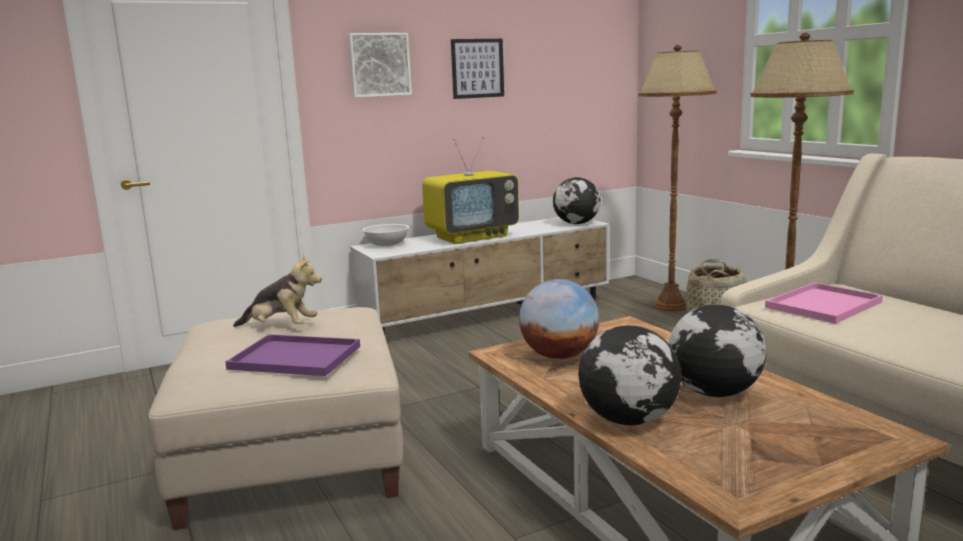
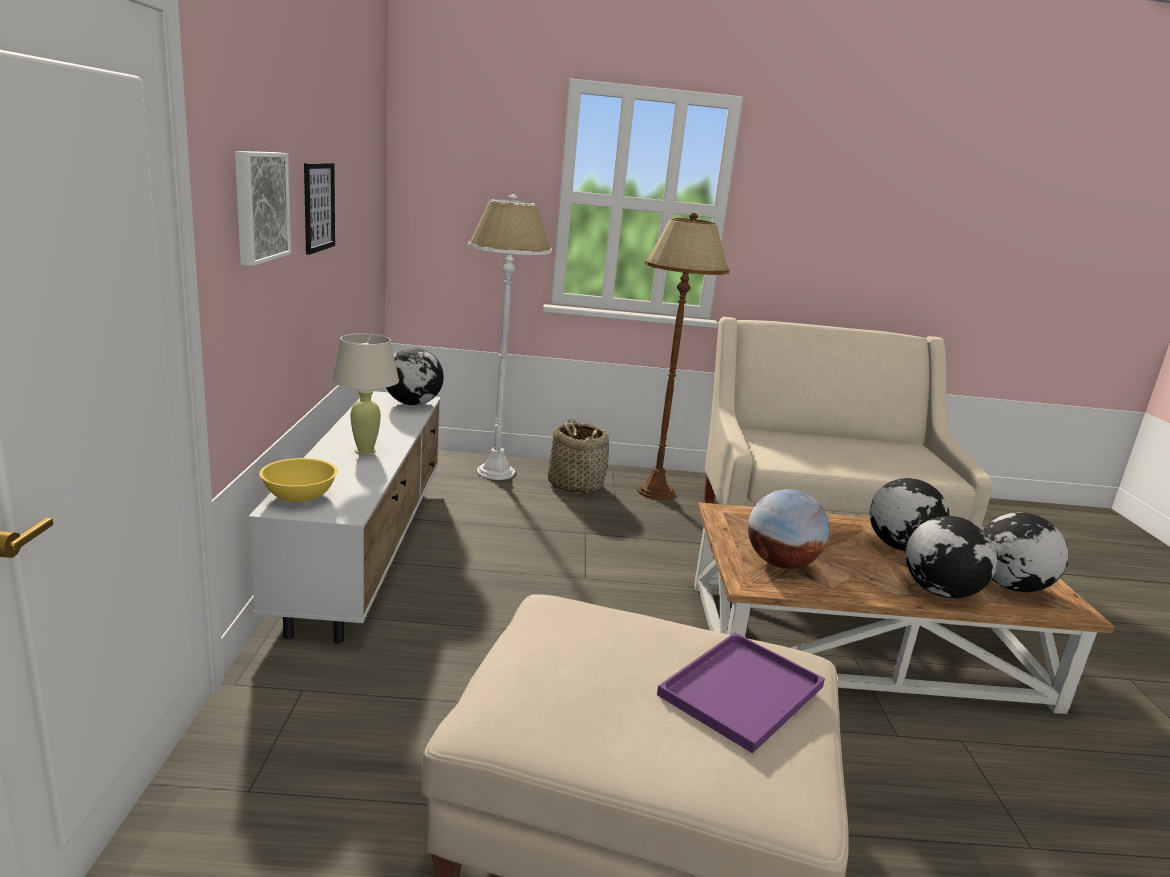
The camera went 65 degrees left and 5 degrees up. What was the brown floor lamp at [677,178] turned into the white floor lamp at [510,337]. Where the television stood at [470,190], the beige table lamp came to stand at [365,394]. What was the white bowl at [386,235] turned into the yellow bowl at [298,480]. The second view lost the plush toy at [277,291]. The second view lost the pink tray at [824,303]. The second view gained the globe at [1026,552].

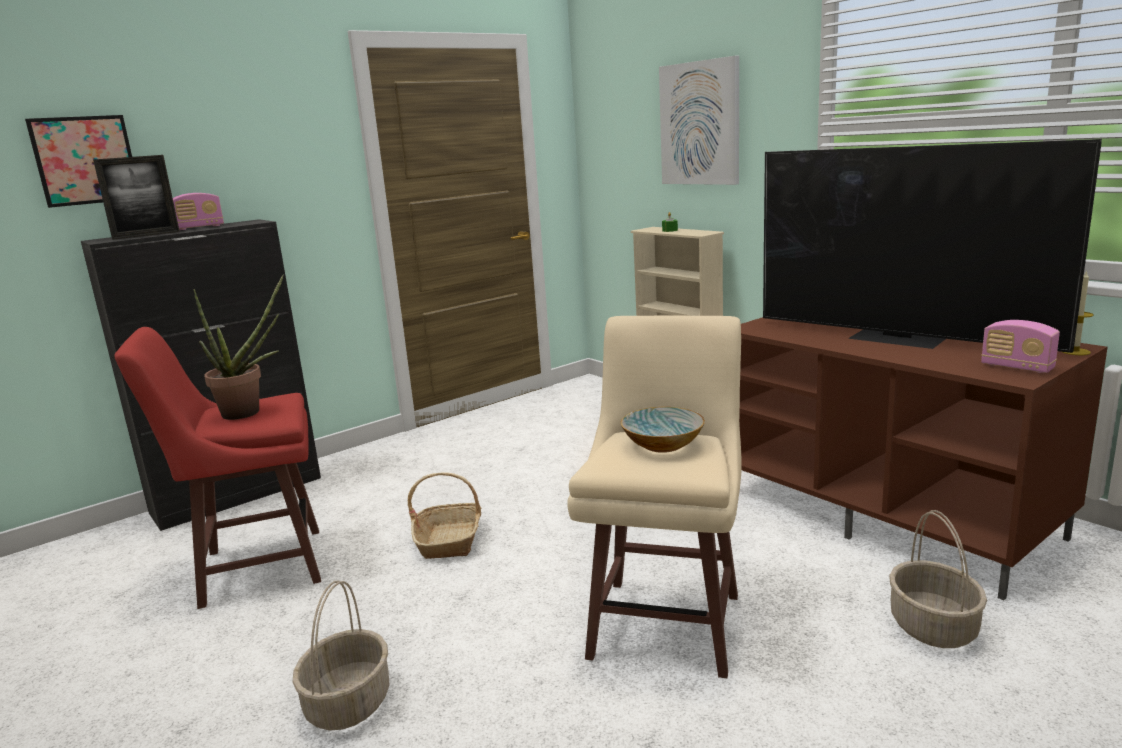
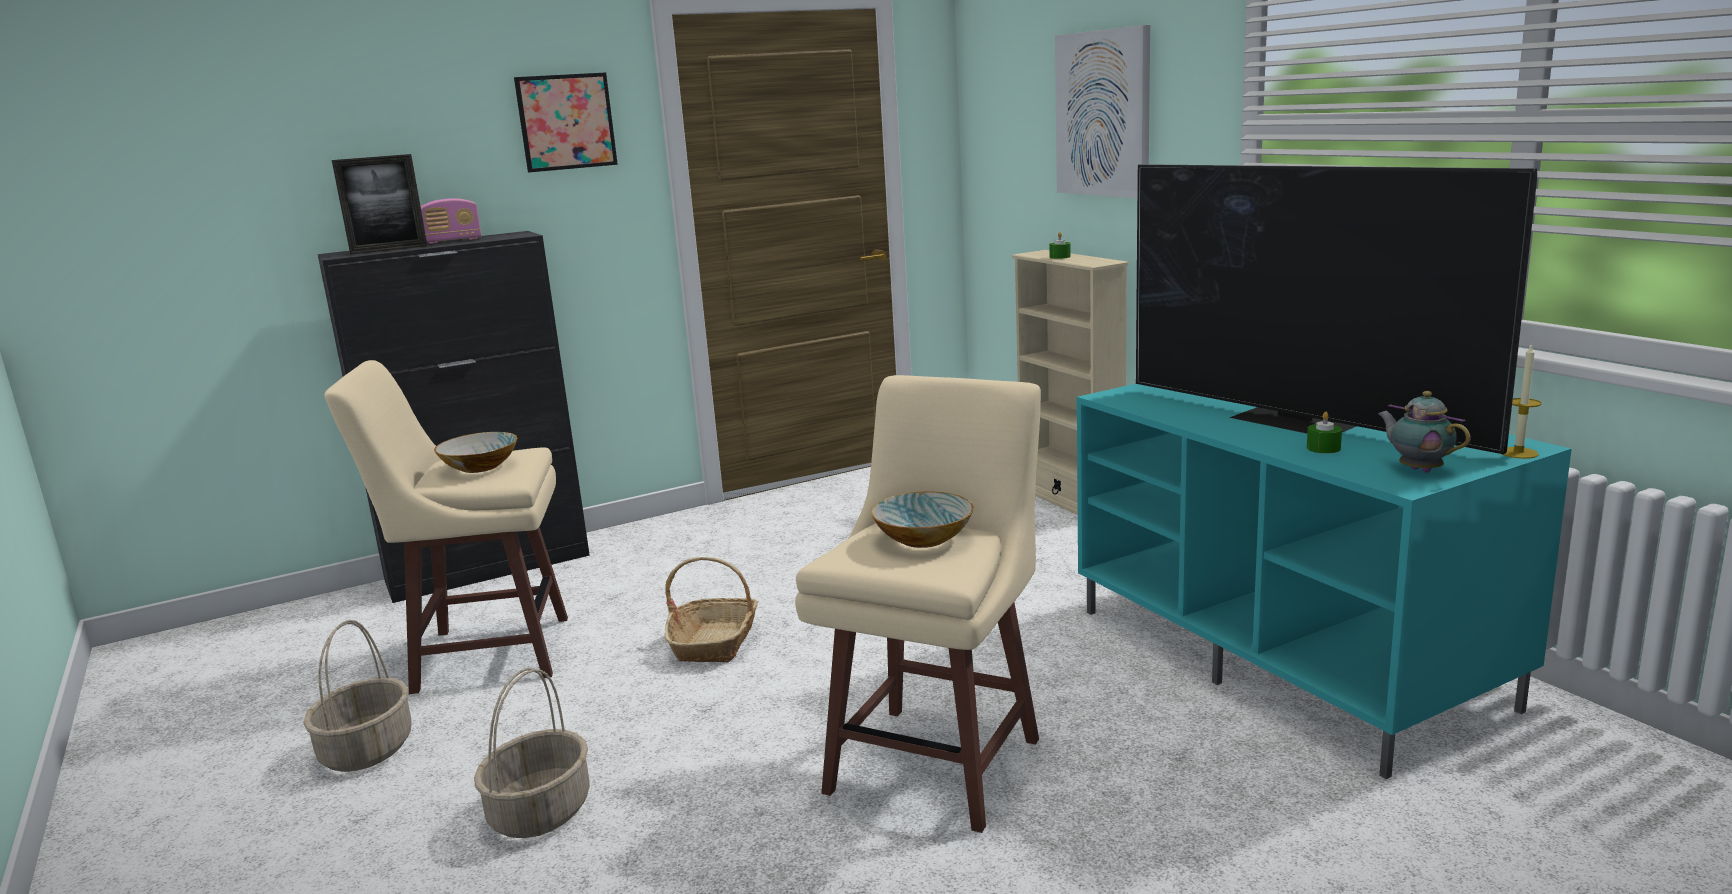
The camera went 10 degrees right and 0 degrees up. The picture ended up elsewhere, having gone from [78,161] to [566,122]. Where the potted plant stood at [238,347], the bowl came to stand at [475,452]. What was the brown tv stand at [923,458] turned into the turquoise tv stand at [1324,581]. Where the radio stood at [1020,346], the teapot came to stand at [1424,432]. What was the red stool at [217,468] turned into the beige stool at [446,527]. The basket ended up elsewhere, having gone from [938,579] to [358,696]. The second view gained the green candle at [1324,432].

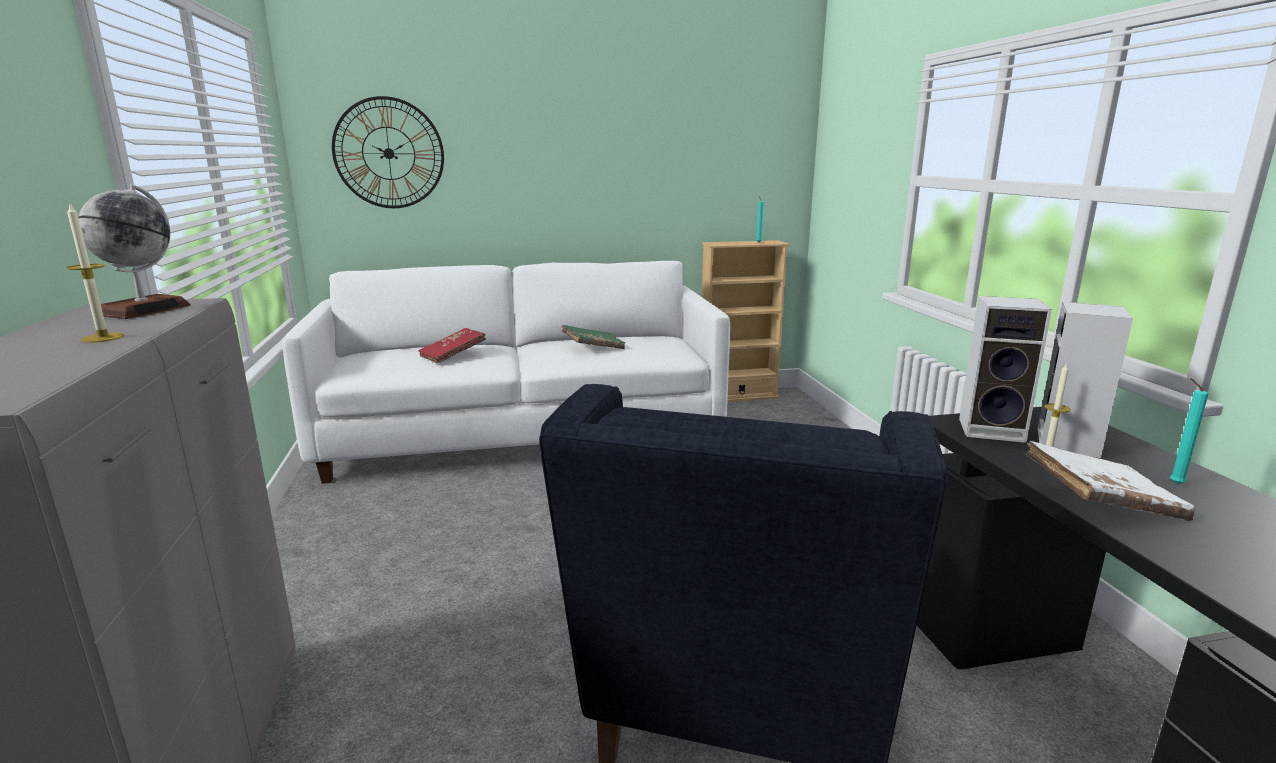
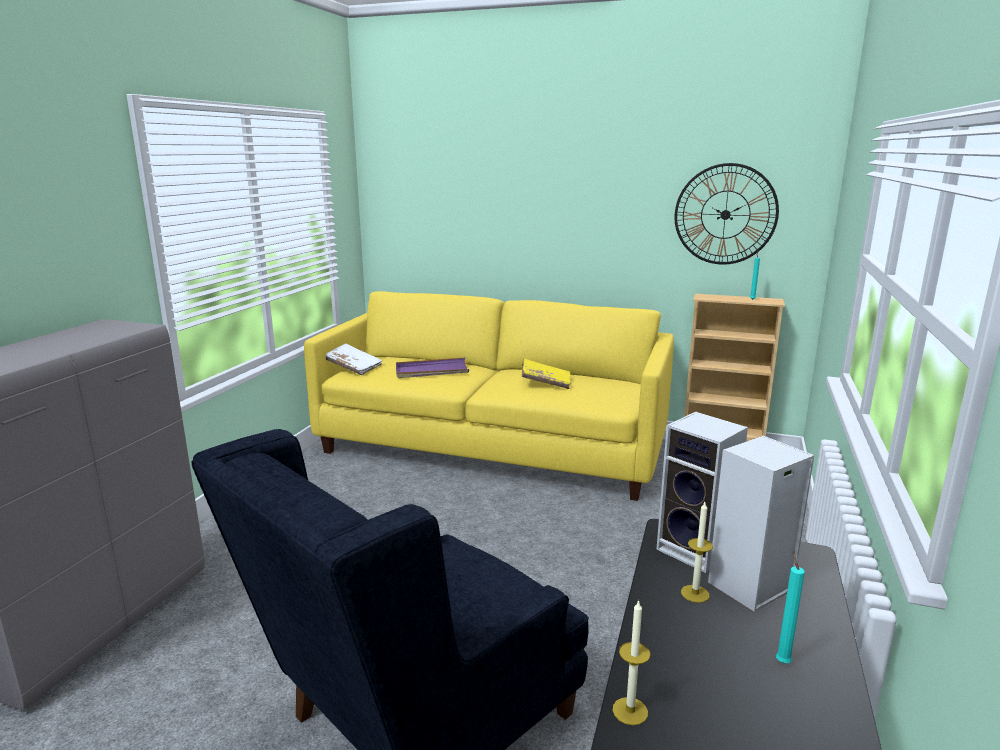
The camera went 30 degrees right and 0 degrees up. The wall clock ended up elsewhere, having gone from [388,152] to [727,214]. The second view lost the globe at [134,252]. The candle ended up elsewhere, having gone from [95,272] to [631,662]. What was the white sofa at [506,372] turned into the yellow sofa at [489,396]. What was the green book at [593,337] turned into the yellow book at [546,373]. Where the red book stood at [452,346], the purple tray came to stand at [432,367]. The white book ended up elsewhere, having gone from [1110,481] to [354,359].

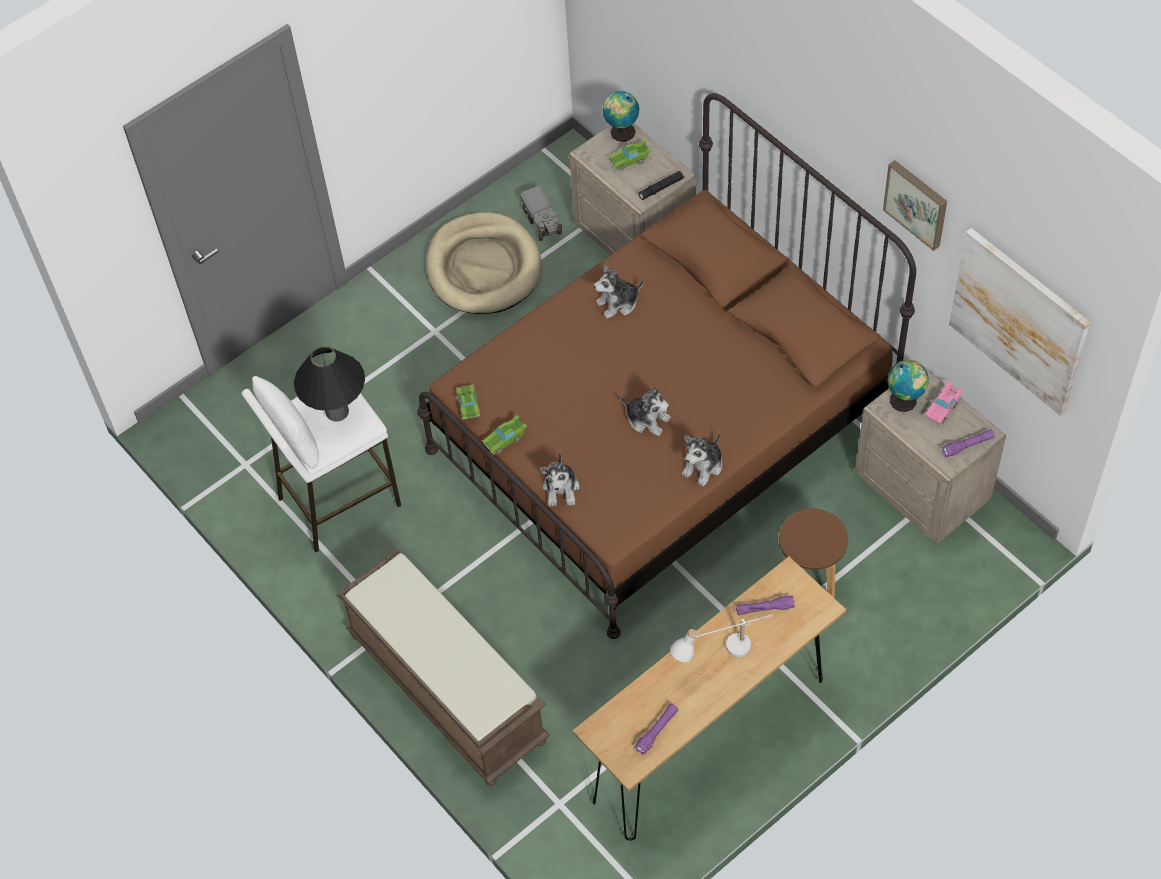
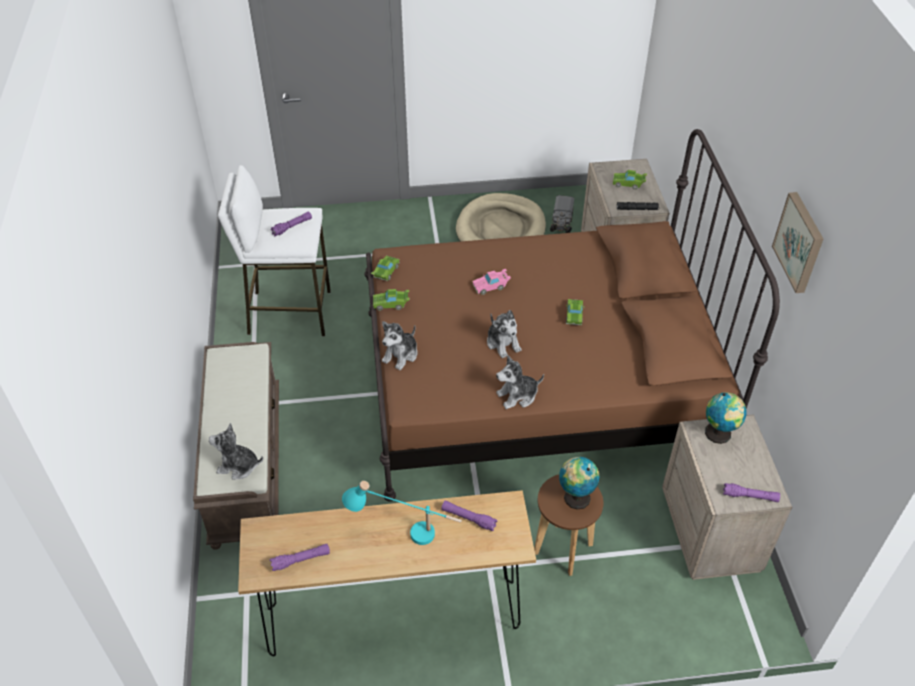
The camera went 30 degrees right and 10 degrees down. The globe ended up elsewhere, having gone from [620,116] to [579,483]. The second view lost the picture at [1019,322]. The plush toy ended up elsewhere, having gone from [619,291] to [236,451]. Where the black table lamp stood at [329,384], the purple flashlight came to stand at [291,223]. The pink toy car ended up elsewhere, having gone from [944,403] to [491,282]. What was the white table lamp at [722,637] turned into the turquoise table lamp at [402,513]. The second view gained the green toy car at [575,312].

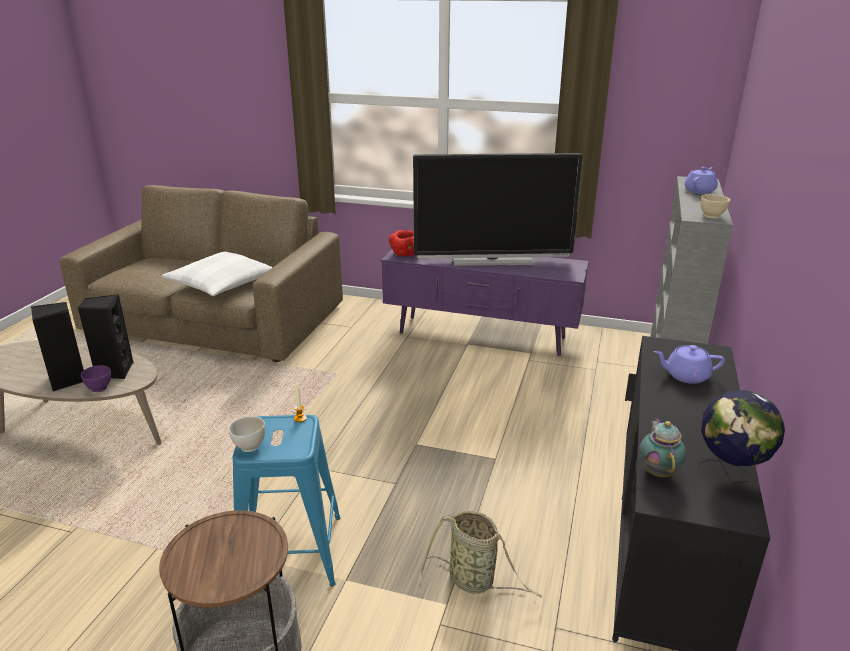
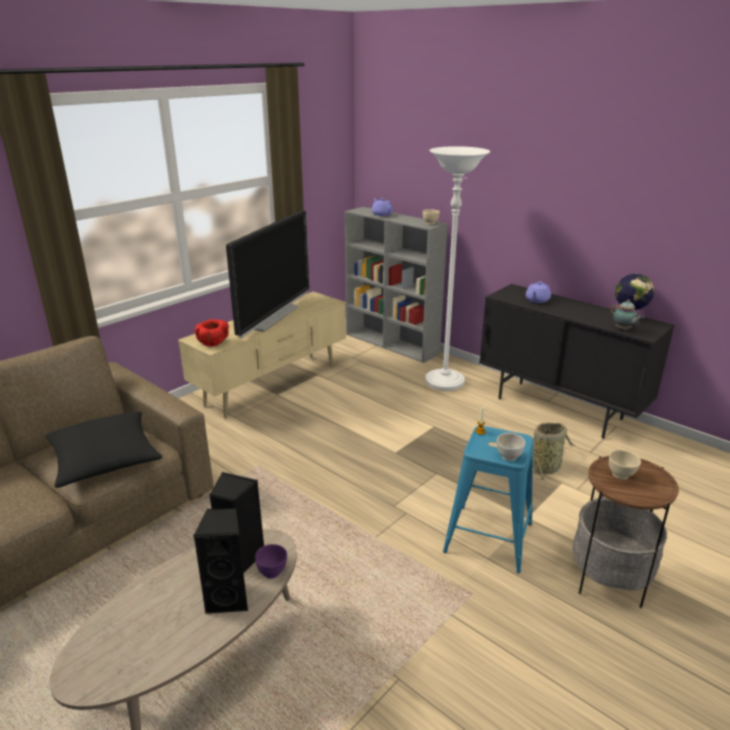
The camera went 65 degrees left and 0 degrees up. What was the purple tv stand at [485,302] turned into the beige tv stand at [262,355]. What was the white pillow at [217,274] turned into the black pillow at [104,450]. The teapot at [662,448] ended up facing another way, 150 degrees counterclockwise from before. The second view gained the white floor lamp at [457,268]. The second view gained the beige bowl at [625,465].

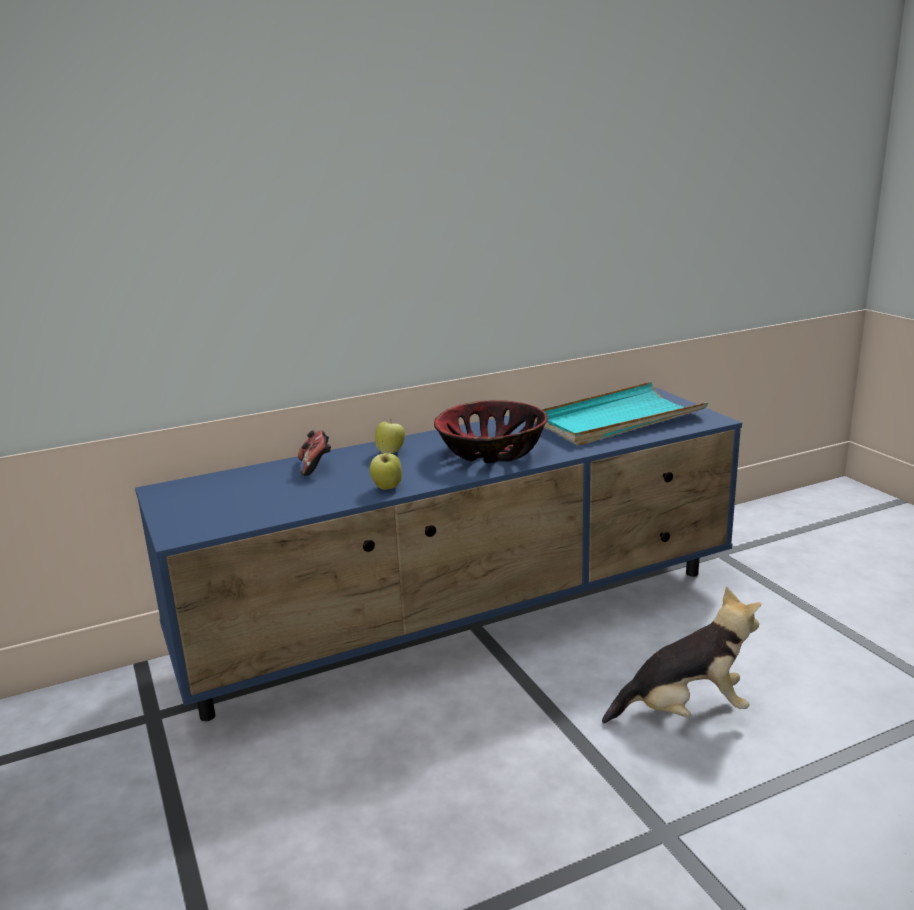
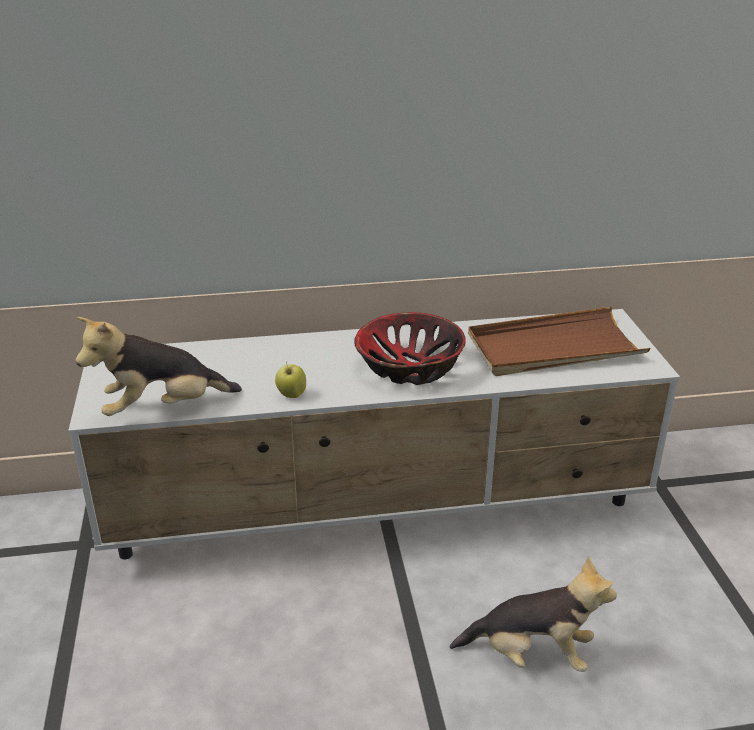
The camera went 15 degrees right and 10 degrees up. What was the turquoise tray at [621,413] turned into the brown tray at [559,341]. What was the blue tv stand at [438,554] turned into the white tv stand at [374,434]. The second view lost the apple at [390,436]. The second view lost the game controller at [314,453]. The second view gained the plush toy at [159,366].

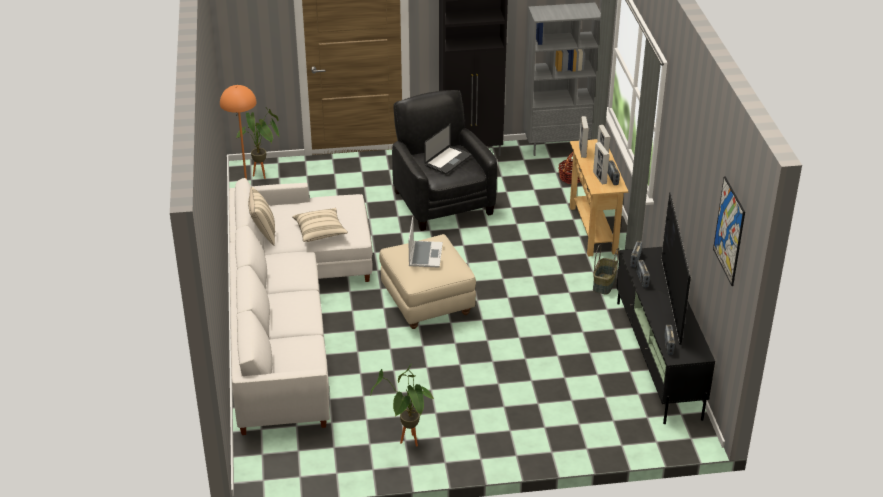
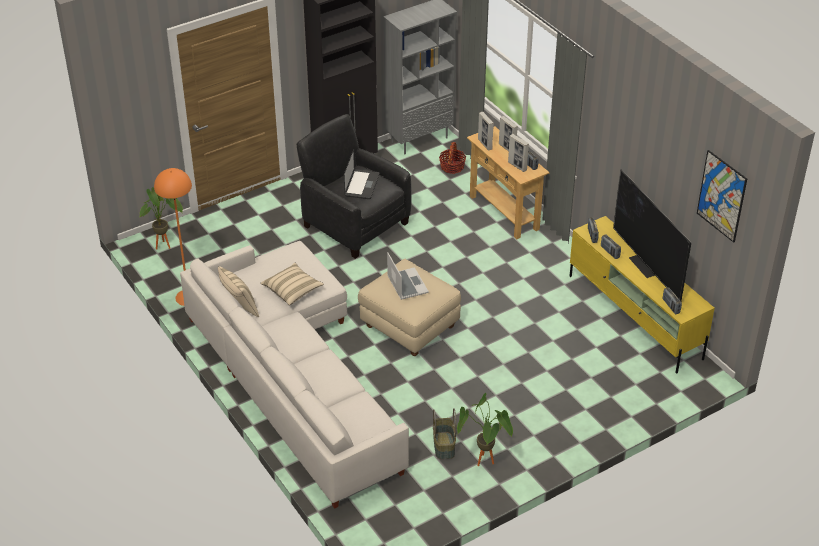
The camera went 25 degrees left and 5 degrees up. The basket ended up elsewhere, having gone from [606,269] to [444,433]. What was the black tv stand at [665,335] turned into the yellow tv stand at [642,295].

